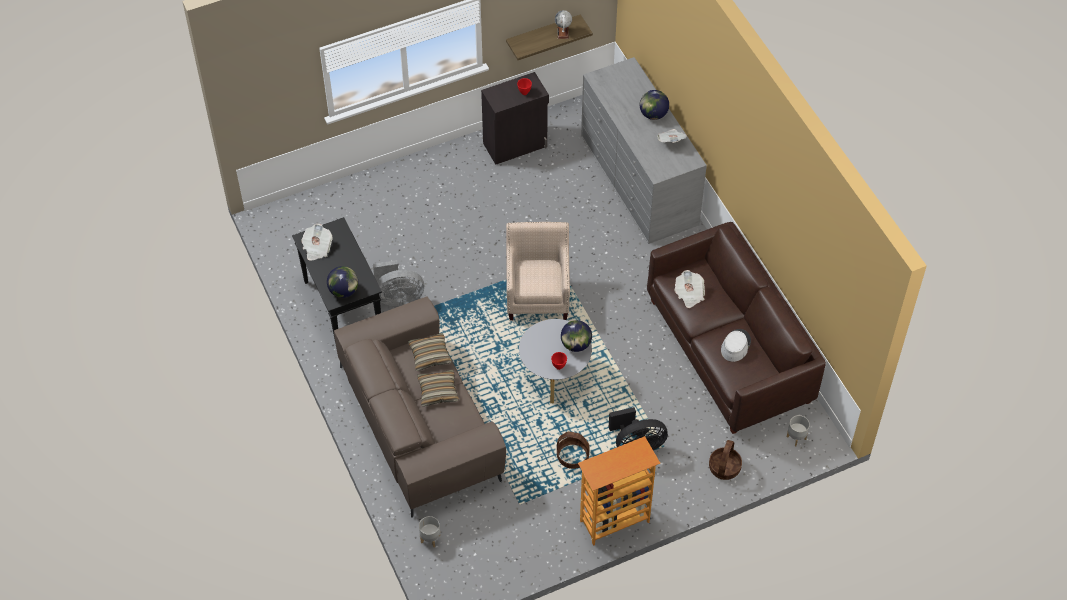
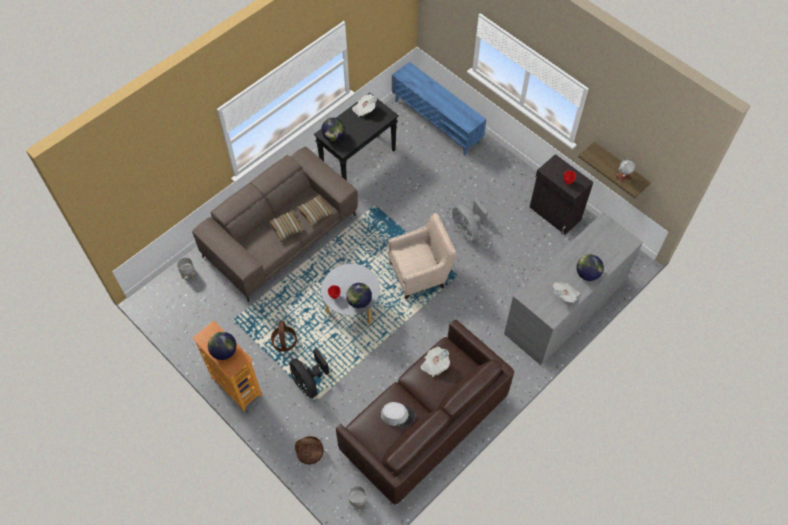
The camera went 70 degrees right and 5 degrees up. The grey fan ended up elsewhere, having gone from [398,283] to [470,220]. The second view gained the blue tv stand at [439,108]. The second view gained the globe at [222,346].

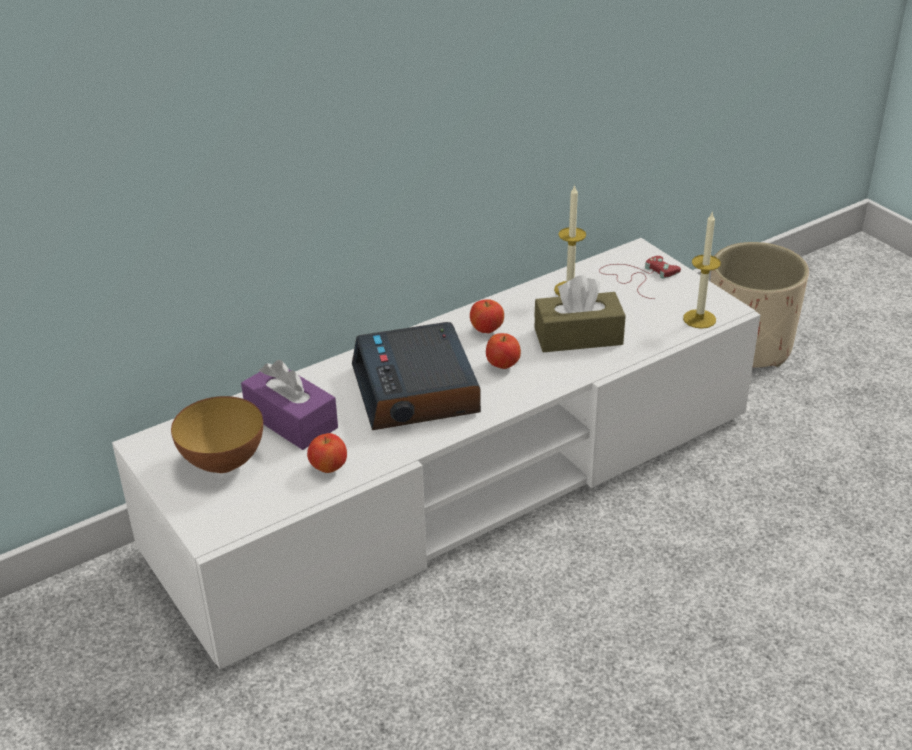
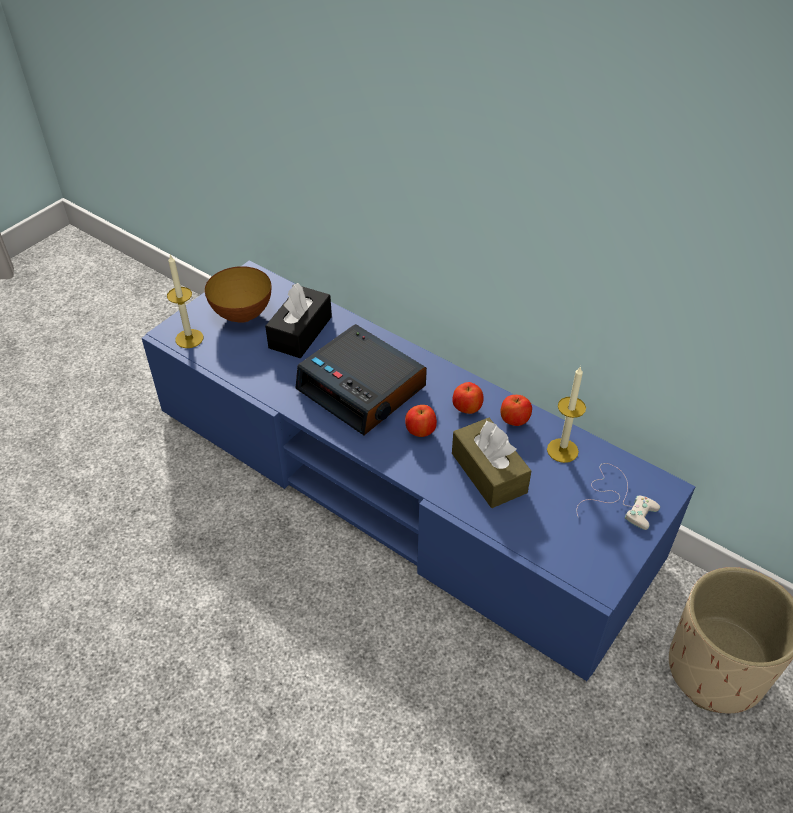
The camera went 70 degrees right and 10 degrees up. The candle ended up elsewhere, having gone from [702,270] to [185,301]. What was the white tv stand at [436,453] turned into the blue tv stand at [419,471]. What was the red game controller at [640,277] turned into the white game controller at [618,496]. The alarm clock at [416,376] ended up facing another way, 105 degrees counterclockwise from before. What was the purple tissue box at [289,405] turned into the black tissue box at [298,320]. The apple ended up elsewhere, having gone from [327,453] to [516,410].

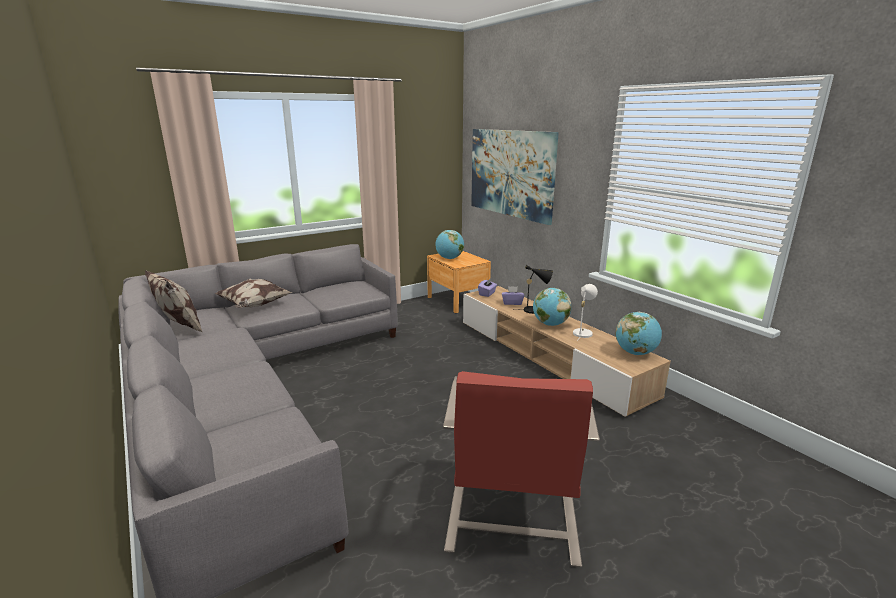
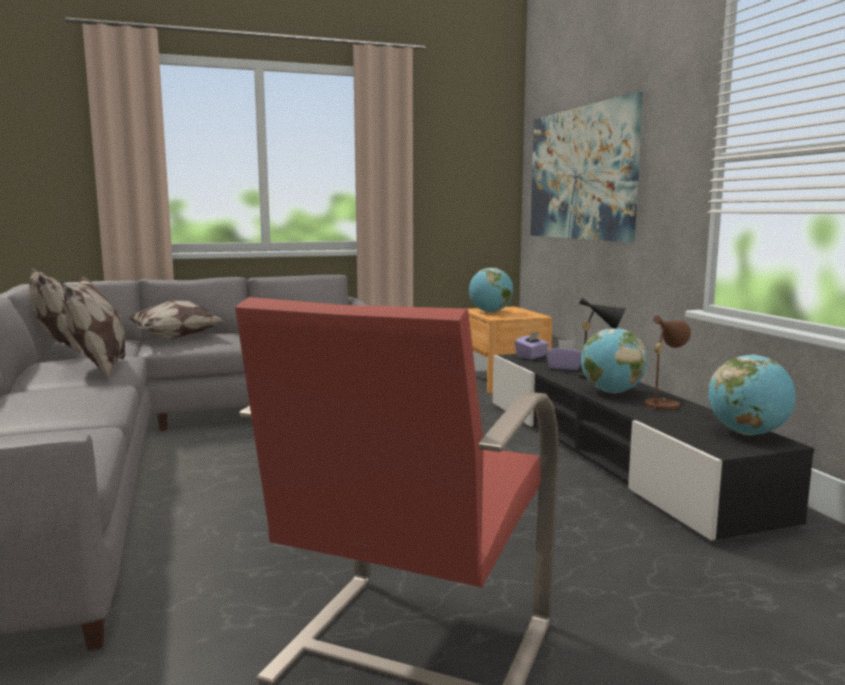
The camera went 15 degrees right and 10 degrees down. What was the white table lamp at [585,312] turned into the brown table lamp at [667,364]. What was the beige tv stand at [567,351] turned into the black tv stand at [653,448]. The second view gained the pillow at [92,326].

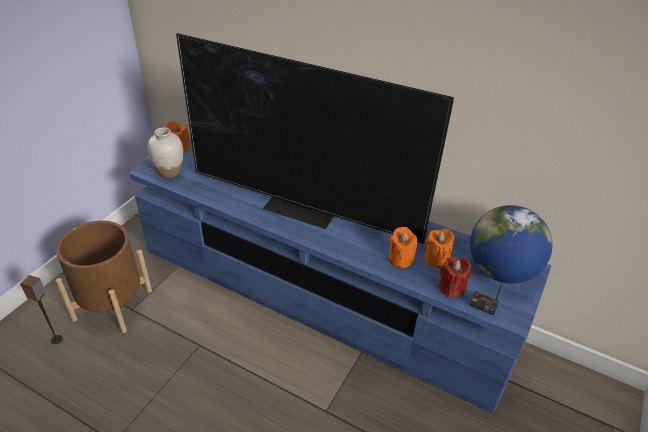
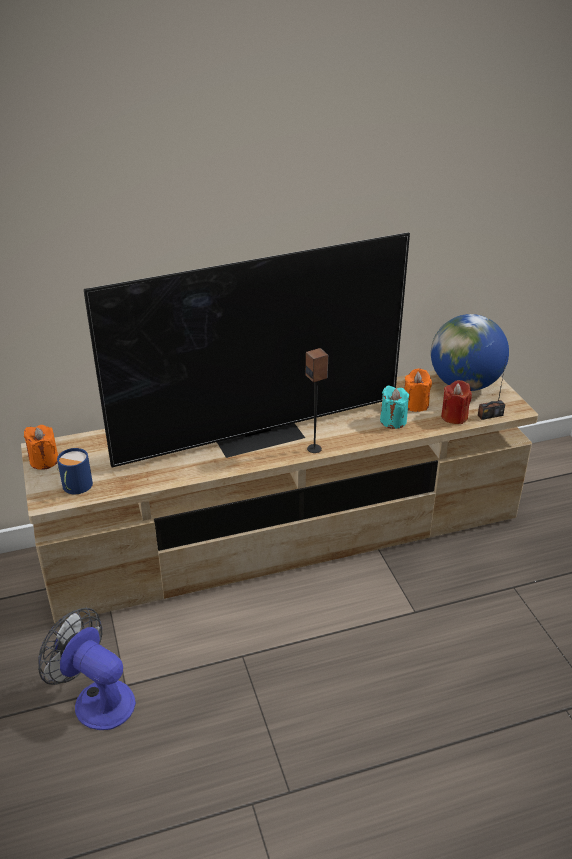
The camera went 45 degrees left and 5 degrees down. Where the white vase stood at [165,152], the blue mug came to stand at [75,471]. What was the blue tv stand at [340,273] turned into the beige tv stand at [279,497]. Where the brown planter stood at [104,277], the fan came to stand at [87,669]. What was the orange candle at [403,247] turned into the turquoise candle at [394,407]. The speaker ended up elsewhere, having gone from [41,309] to [317,400].

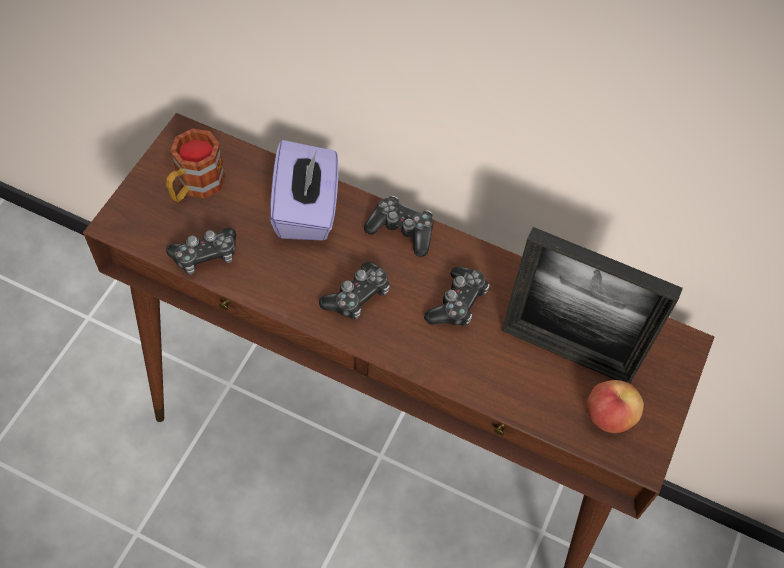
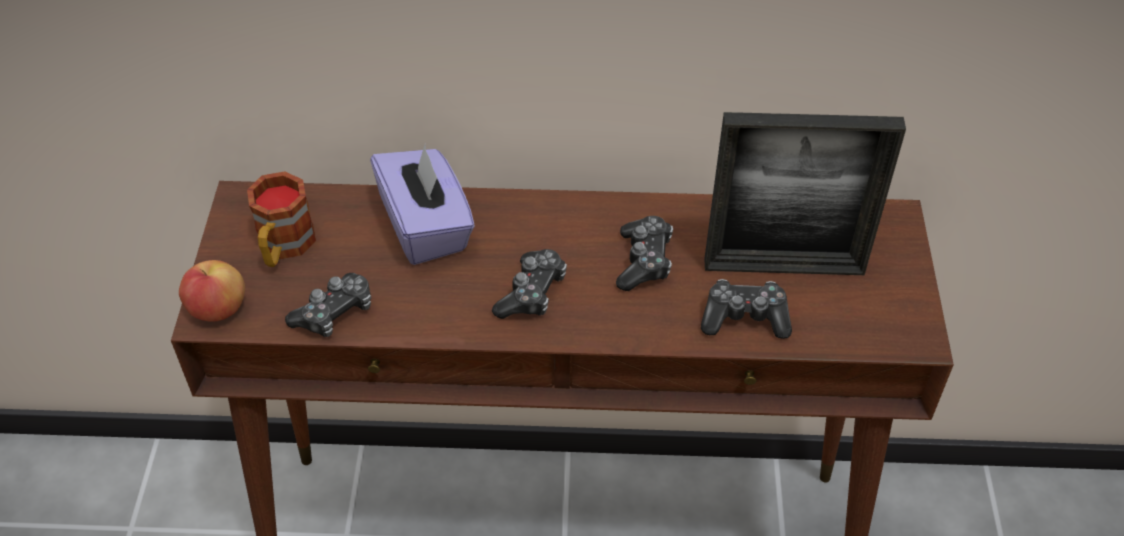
The camera went 20 degrees left and 10 degrees down. The game controller ended up elsewhere, having gone from [398,226] to [746,309]. The apple ended up elsewhere, having gone from [615,406] to [212,291].

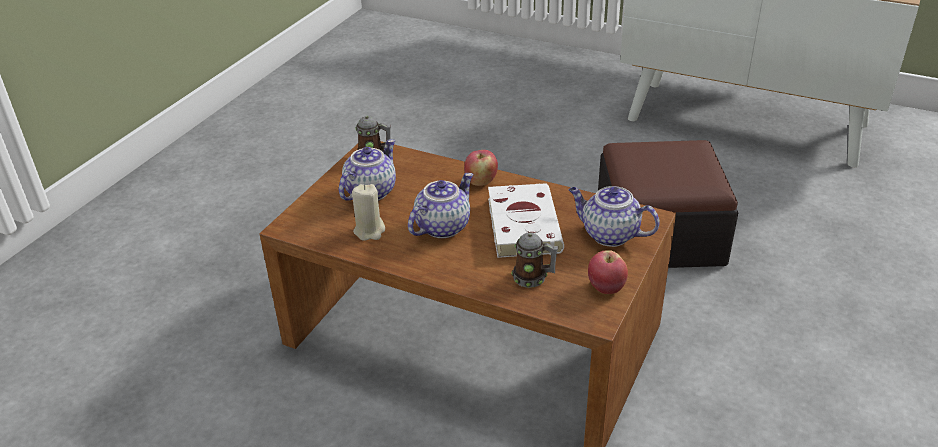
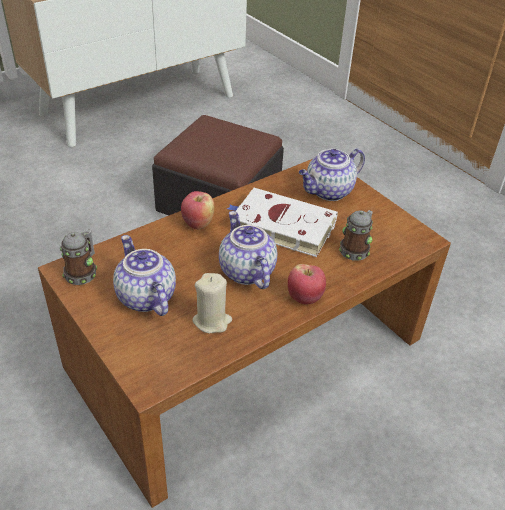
The camera went 65 degrees left and 5 degrees up. The apple ended up elsewhere, having gone from [608,272] to [307,284].

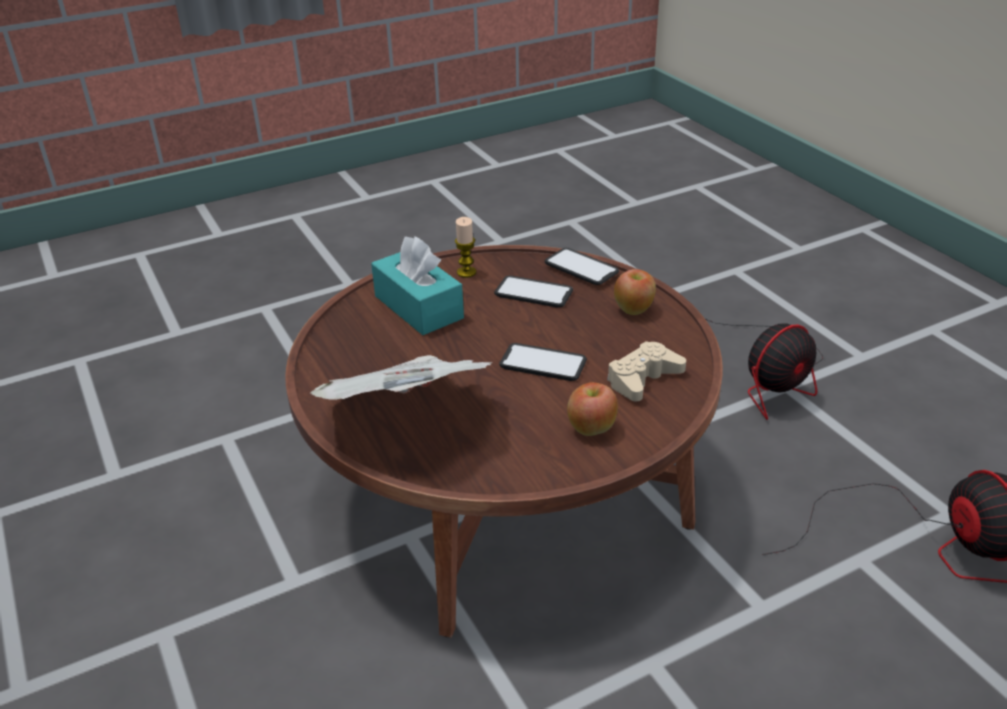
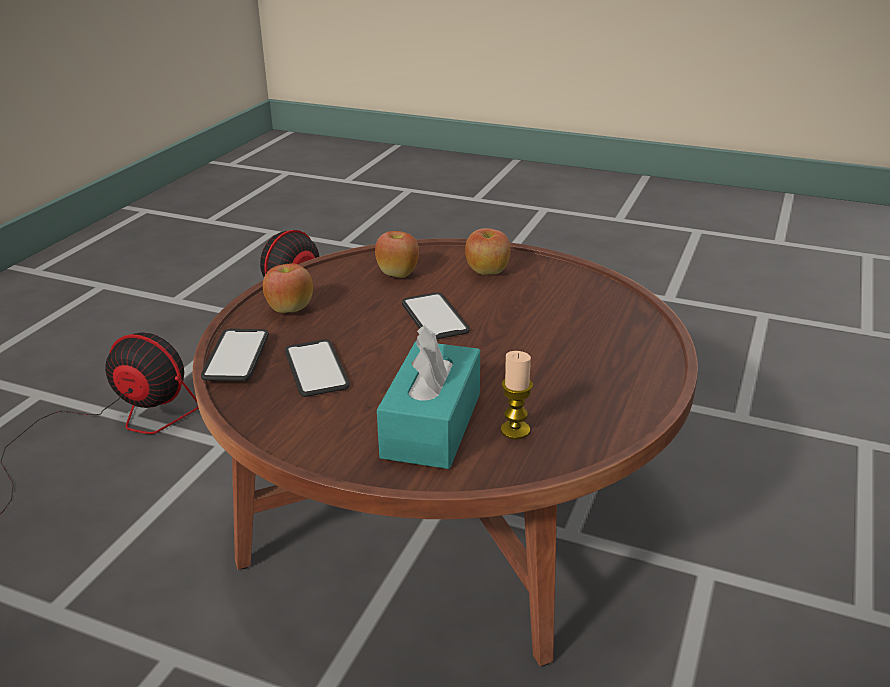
The camera went 130 degrees left and 5 degrees down. The candle ended up elsewhere, having gone from [465,247] to [517,395]. Where the beige game controller stood at [646,371], the apple came to stand at [397,254]. The second view lost the newspaper at [403,377].

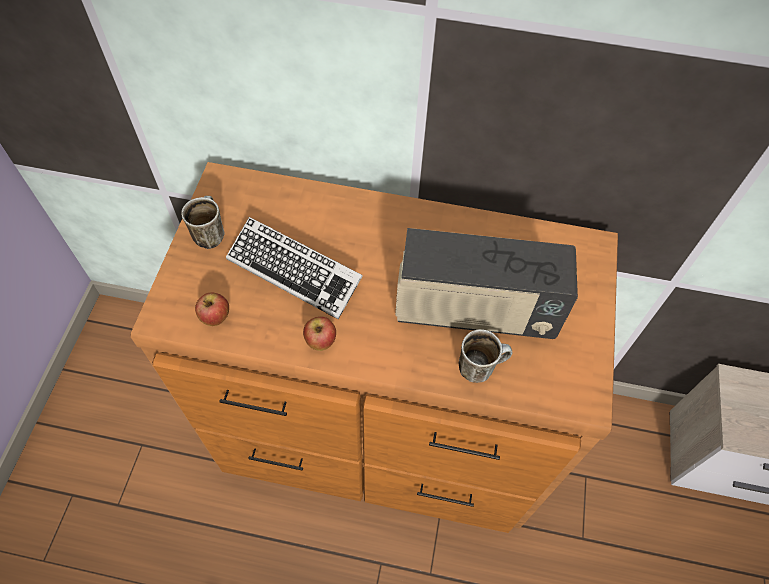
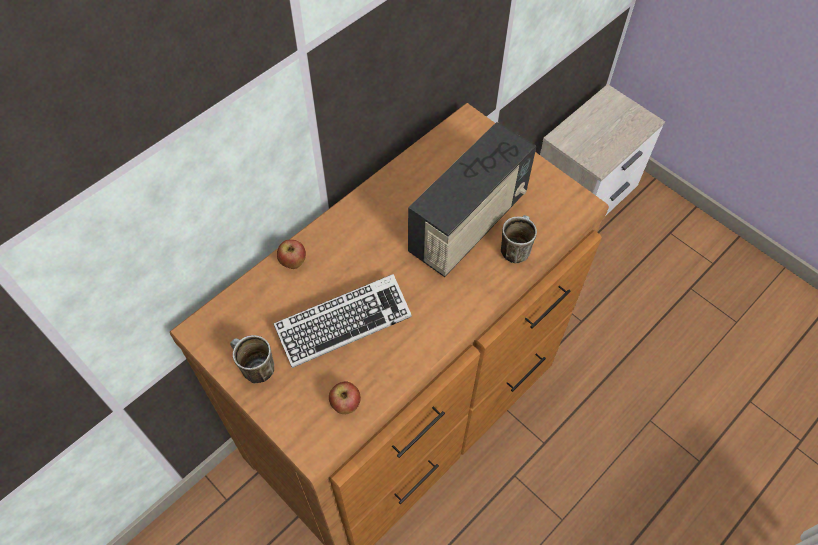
The camera went 55 degrees left and 0 degrees up. The apple ended up elsewhere, having gone from [319,334] to [291,254].

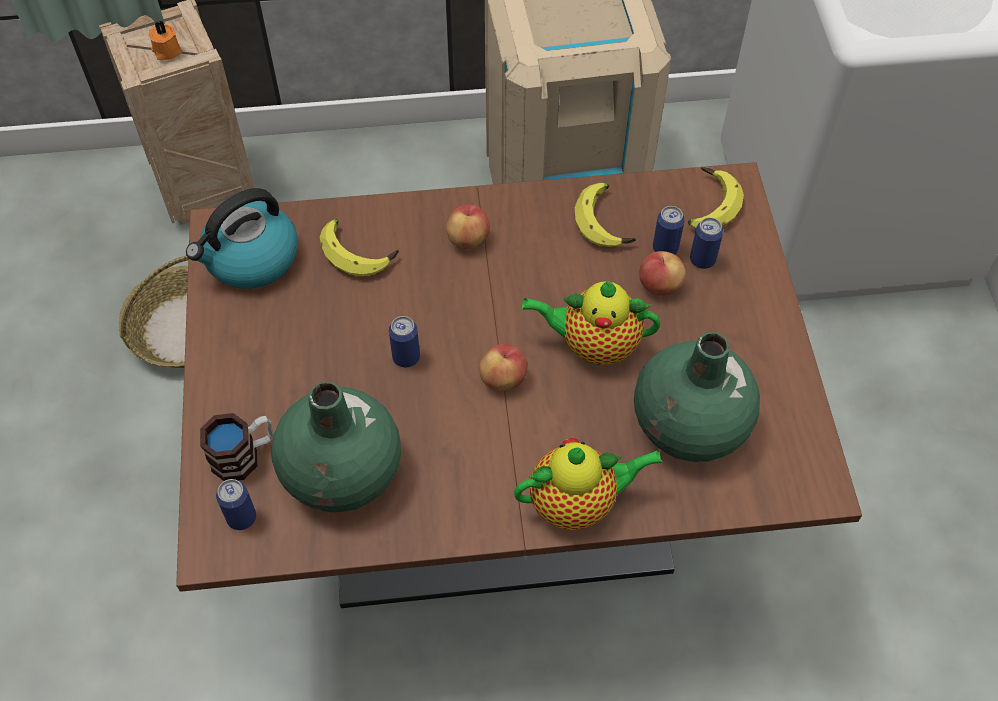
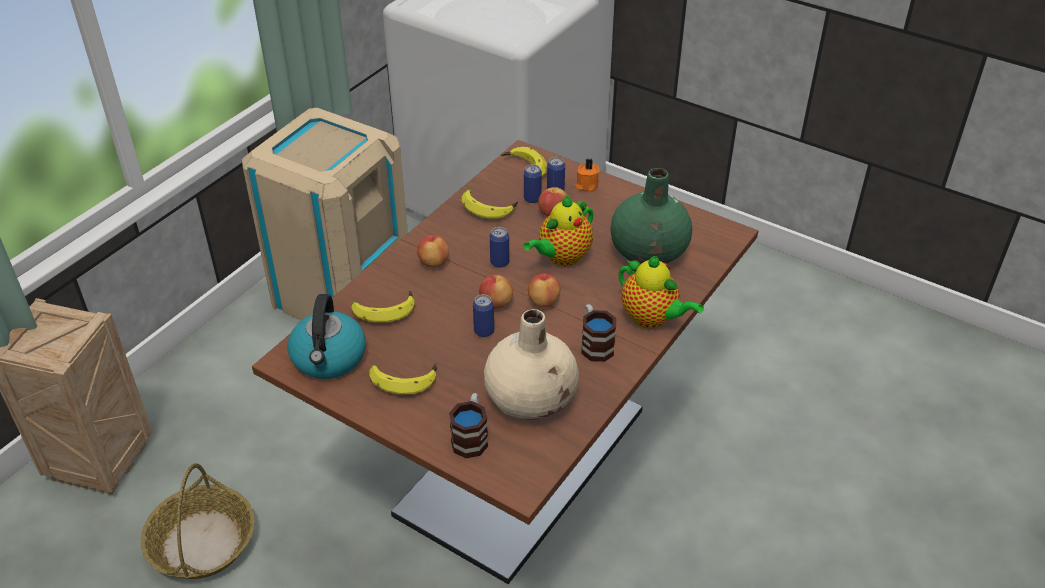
The camera went 50 degrees left and 15 degrees down. The orange candle ended up elsewhere, having gone from [165,40] to [587,174]. What was the green vase at [336,447] turned into the beige vase at [531,364]. The teapot at [588,484] ended up facing another way, 105 degrees clockwise from before. The can ended up elsewhere, having gone from [236,504] to [499,247]. The second view gained the apple at [496,291]. The second view gained the mug at [598,333]. The second view gained the banana at [403,378].

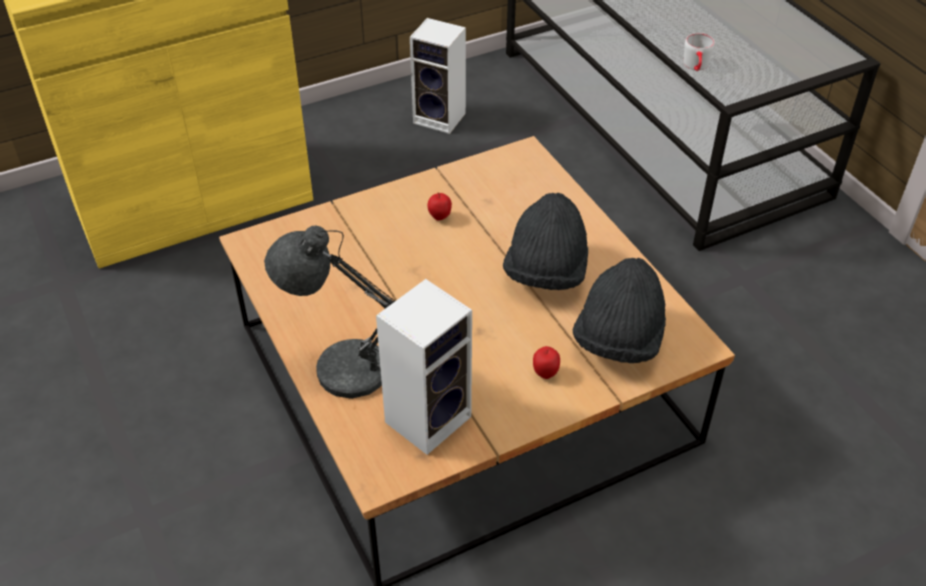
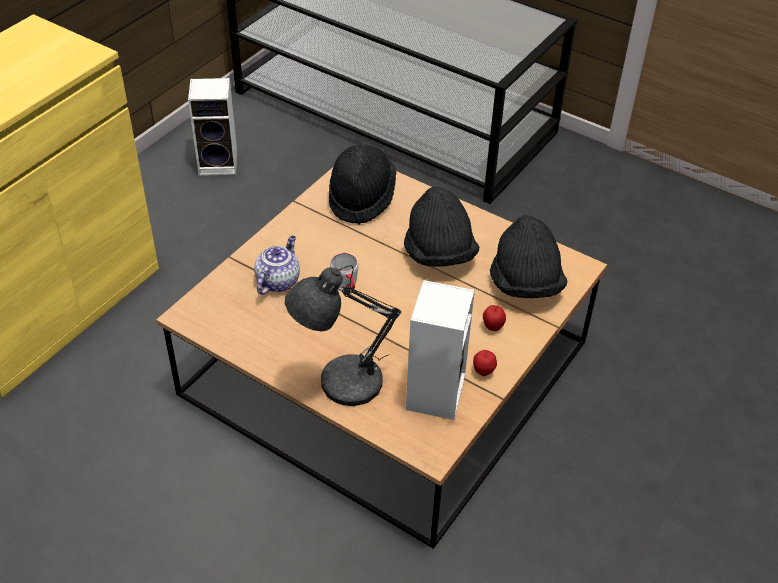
The camera went 30 degrees left and 0 degrees up. The grey mug ended up elsewhere, having gone from [699,52] to [344,271]. The apple ended up elsewhere, having gone from [439,206] to [485,363]. The second view gained the black hat at [362,184]. The second view gained the teapot at [277,265].

